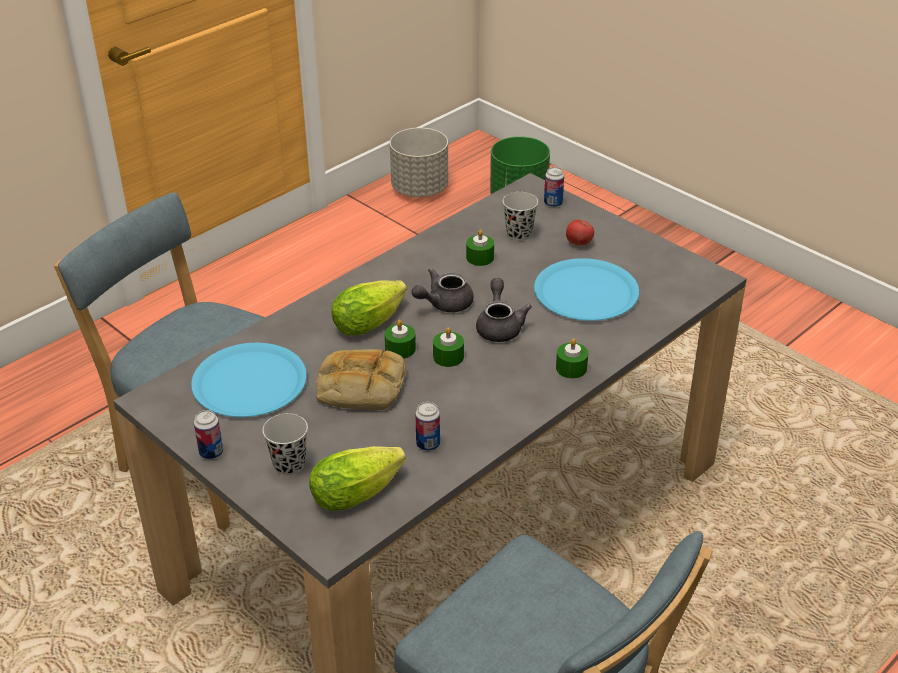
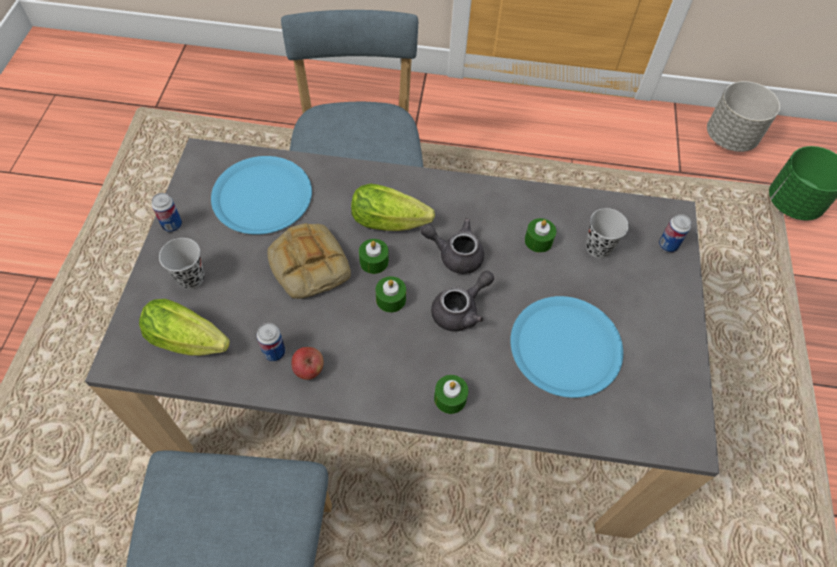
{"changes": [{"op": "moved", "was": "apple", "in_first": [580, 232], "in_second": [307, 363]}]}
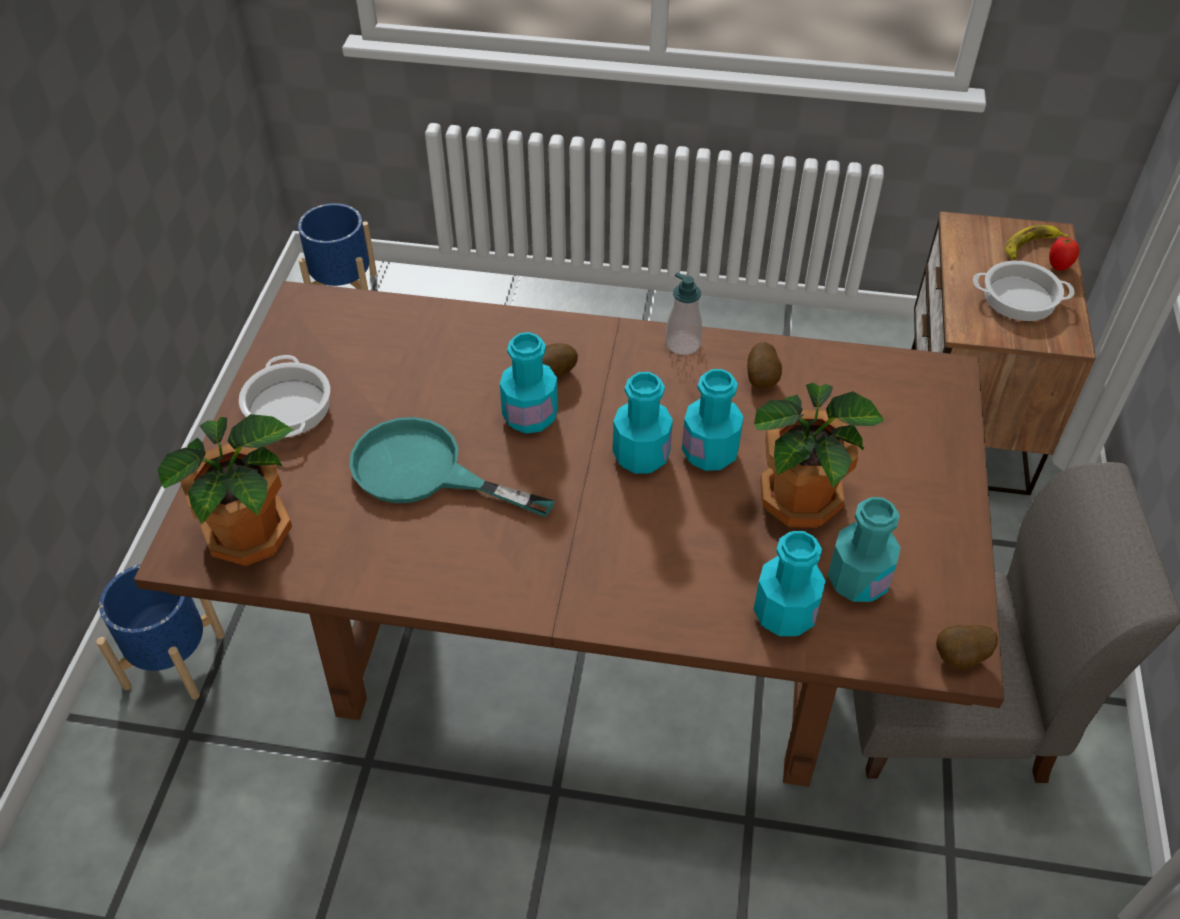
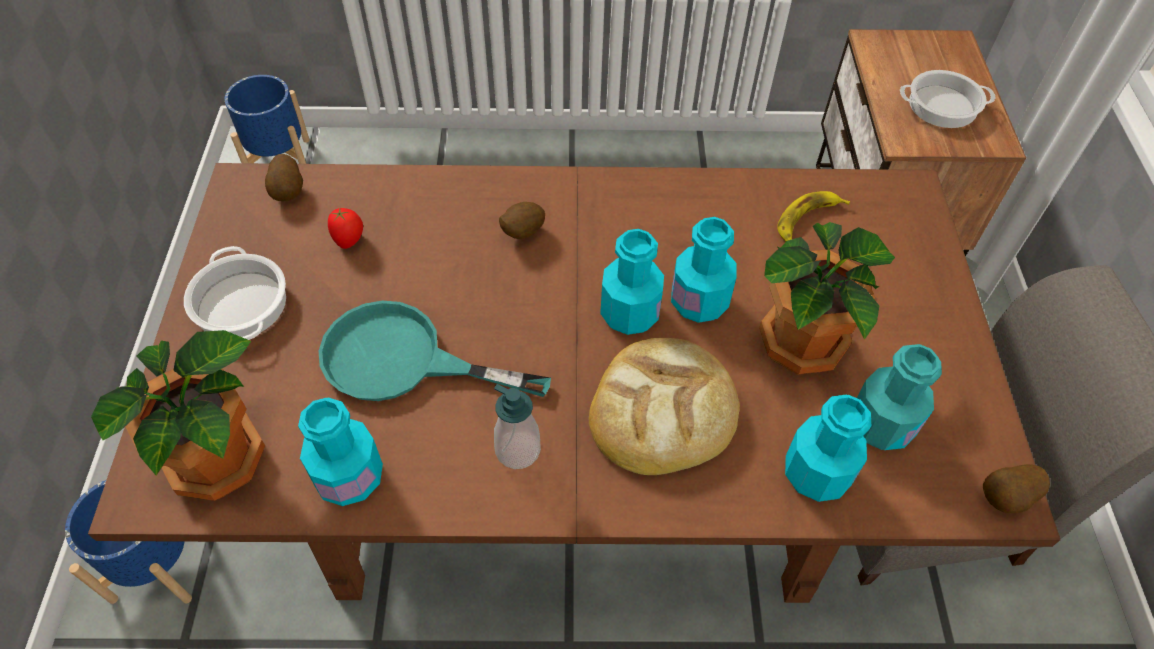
{"changes": [{"op": "moved", "was": "potato", "in_first": [764, 365], "in_second": [284, 177]}, {"op": "moved", "was": "bottle (turquoise)", "in_first": [529, 382], "in_second": [340, 452]}, {"op": "moved", "was": "tomato", "in_first": [1064, 254], "in_second": [345, 228]}, {"op": "moved", "was": "soap dispenser", "in_first": [683, 314], "in_second": [517, 426]}, {"op": "added", "now": "bread", "in_second": [664, 406]}, {"op": "moved", "was": "banana", "in_first": [1036, 242], "in_second": [813, 216]}]}
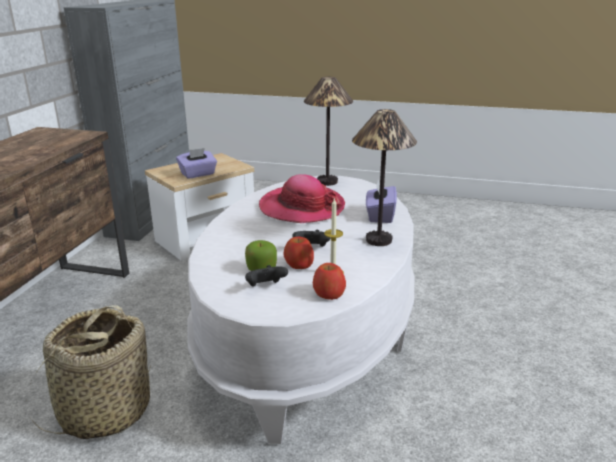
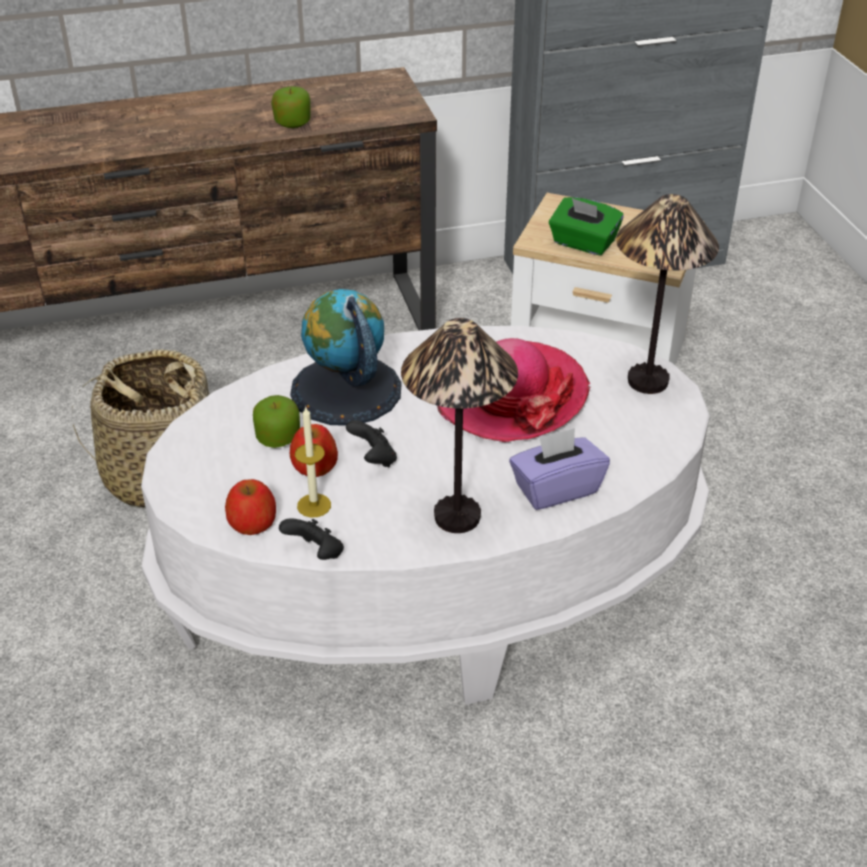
{"changes": [{"op": "added", "now": "apple", "in_second": [291, 107]}, {"op": "moved", "was": "game controller (black)", "in_first": [266, 276], "in_second": [311, 539]}, {"op": "added", "now": "globe", "in_second": [346, 357]}, {"op": "recoloured", "was": "tissue box (purple)", "now": "tissue box (green)", "in_first": [196, 163], "in_second": [586, 226]}]}
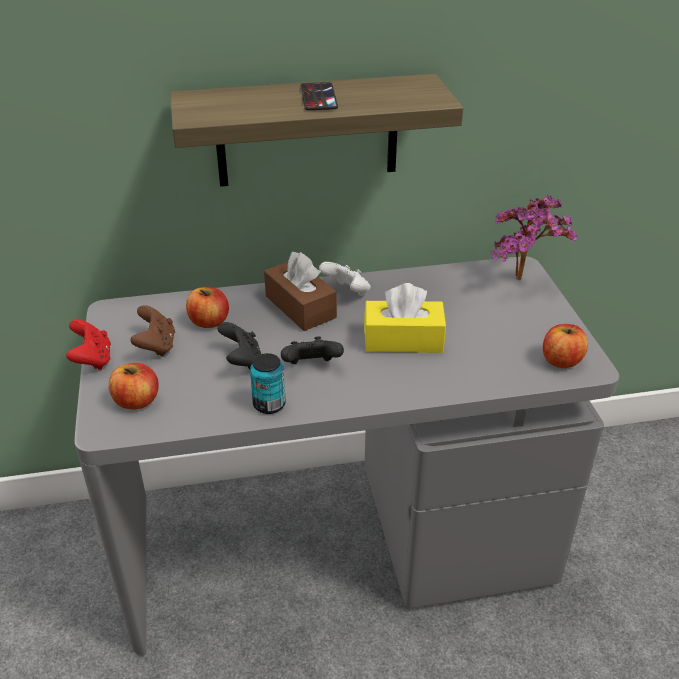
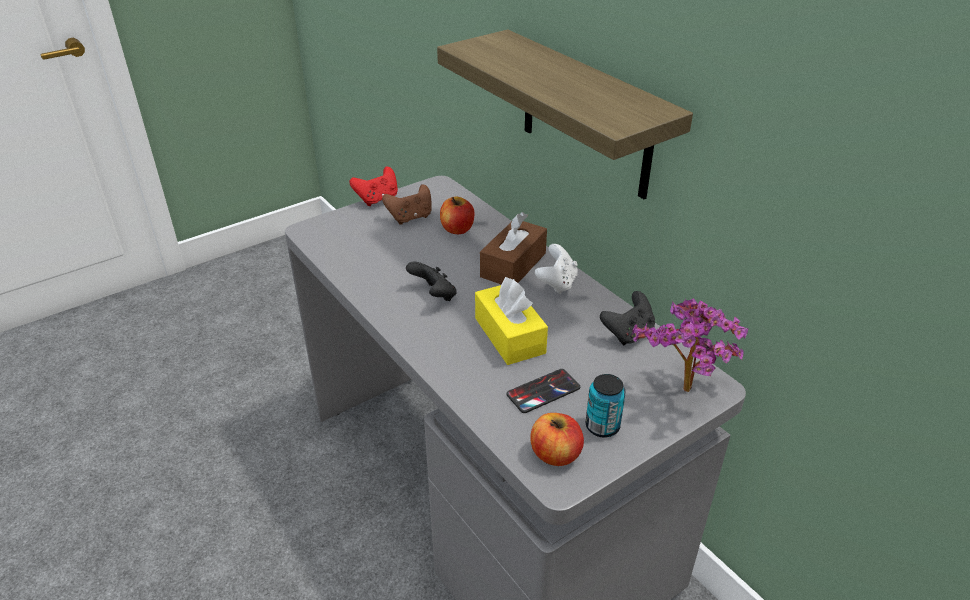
{"changes": [{"op": "moved", "was": "phone", "in_first": [319, 96], "in_second": [543, 391]}, {"op": "moved", "was": "can", "in_first": [268, 383], "in_second": [606, 406]}, {"op": "moved", "was": "game controller (black)", "in_first": [239, 346], "in_second": [627, 318]}, {"op": "removed", "was": "apple", "in_first": [134, 386]}]}
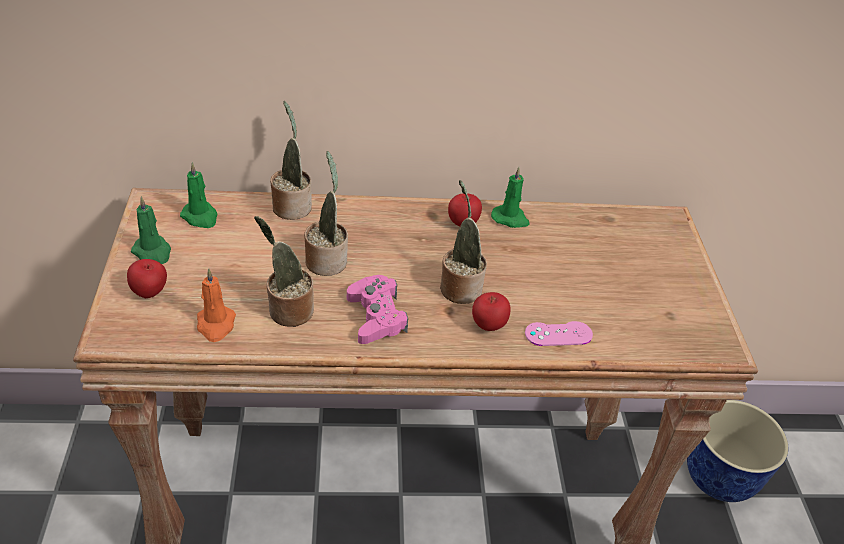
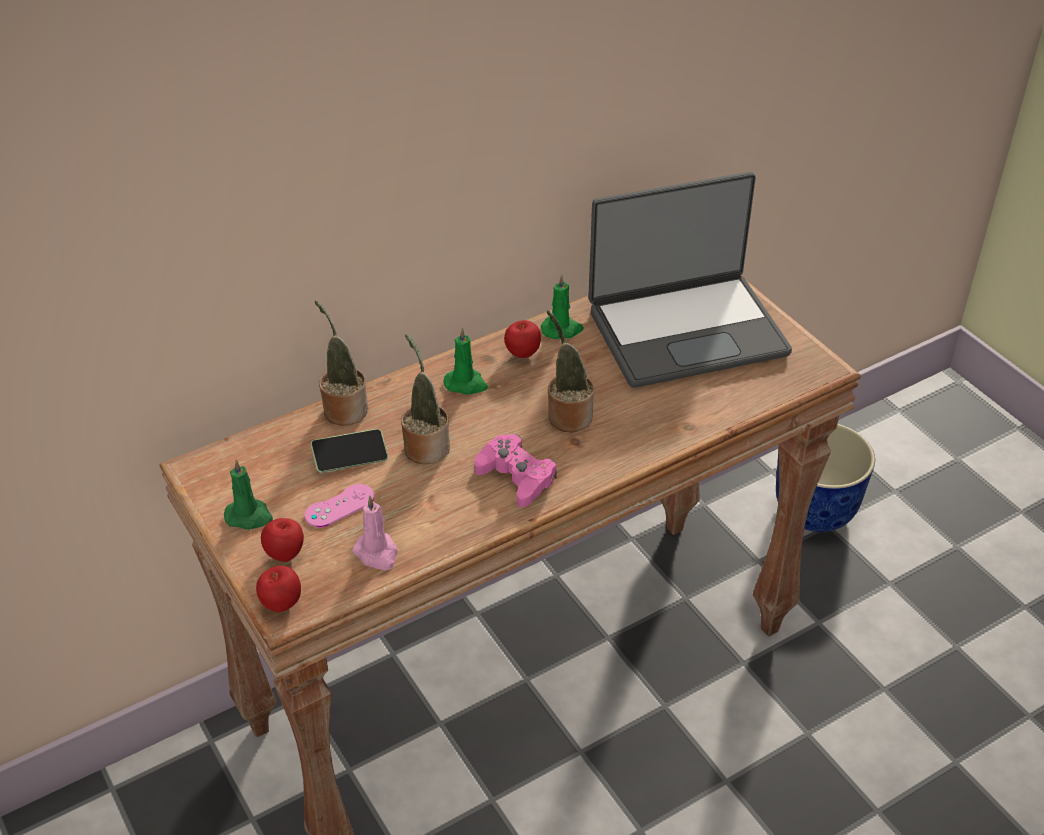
{"changes": [{"op": "moved", "was": "apple", "in_first": [491, 311], "in_second": [278, 589]}, {"op": "moved", "was": "game controller (pink)", "in_first": [559, 333], "in_second": [339, 505]}, {"op": "added", "now": "phone", "in_second": [349, 451]}, {"op": "recoloured", "was": "candle (orange)", "now": "candle (pink)", "in_first": [216, 305], "in_second": [375, 532]}, {"op": "moved", "was": "candle (green)", "in_first": [199, 195], "in_second": [466, 361]}, {"op": "added", "now": "laptop", "in_second": [690, 280]}, {"op": "removed", "was": "potted plant", "in_first": [284, 271]}]}
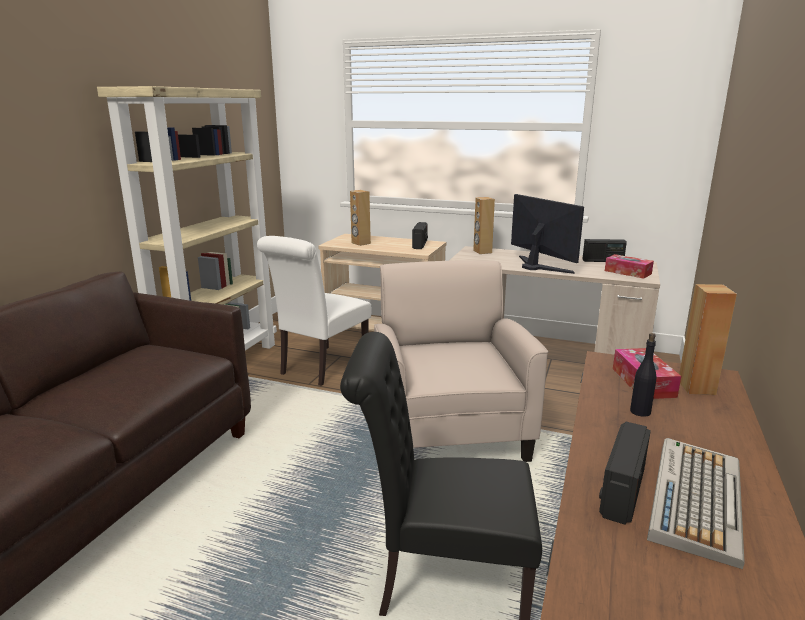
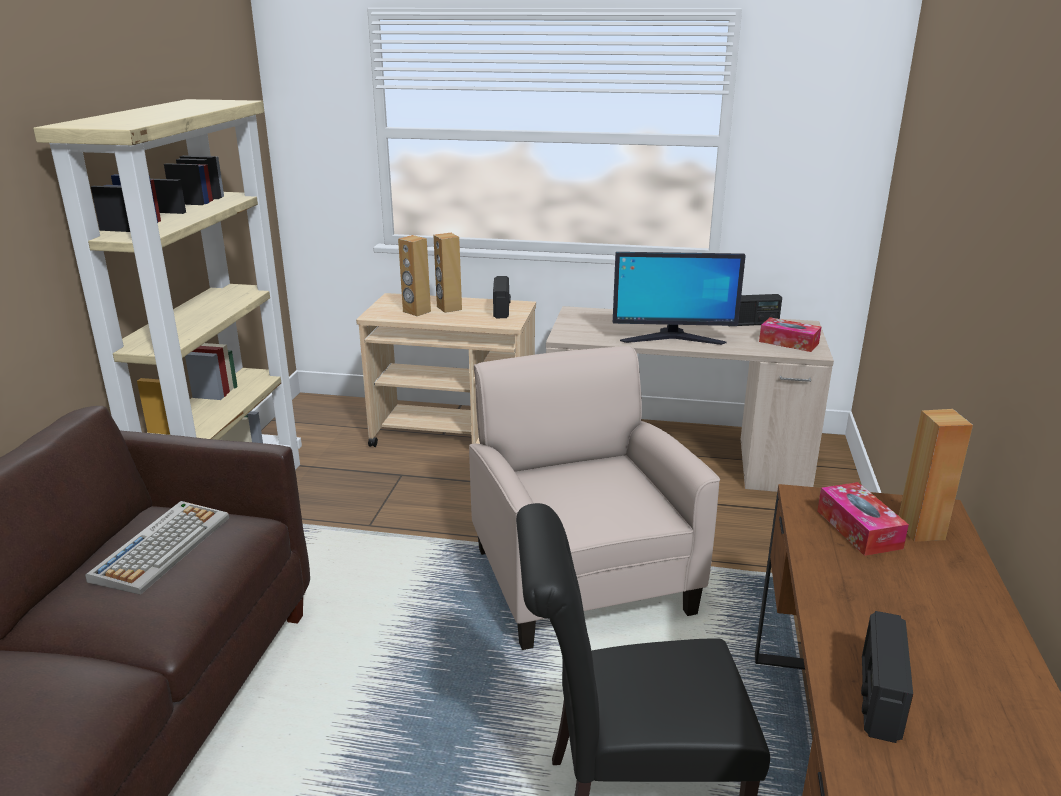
{"changes": [{"op": "moved", "was": "keyboard", "in_first": [696, 503], "in_second": [157, 548]}, {"op": "moved", "was": "speaker (brown)", "in_first": [484, 225], "in_second": [447, 273]}, {"op": "turned", "was": "monitor", "in_first": [547, 234], "in_second": [679, 298], "clockwise": 135}, {"op": "removed", "was": "chair (white)", "in_first": [314, 311]}, {"op": "removed", "was": "bottle (black)", "in_first": [643, 375]}]}
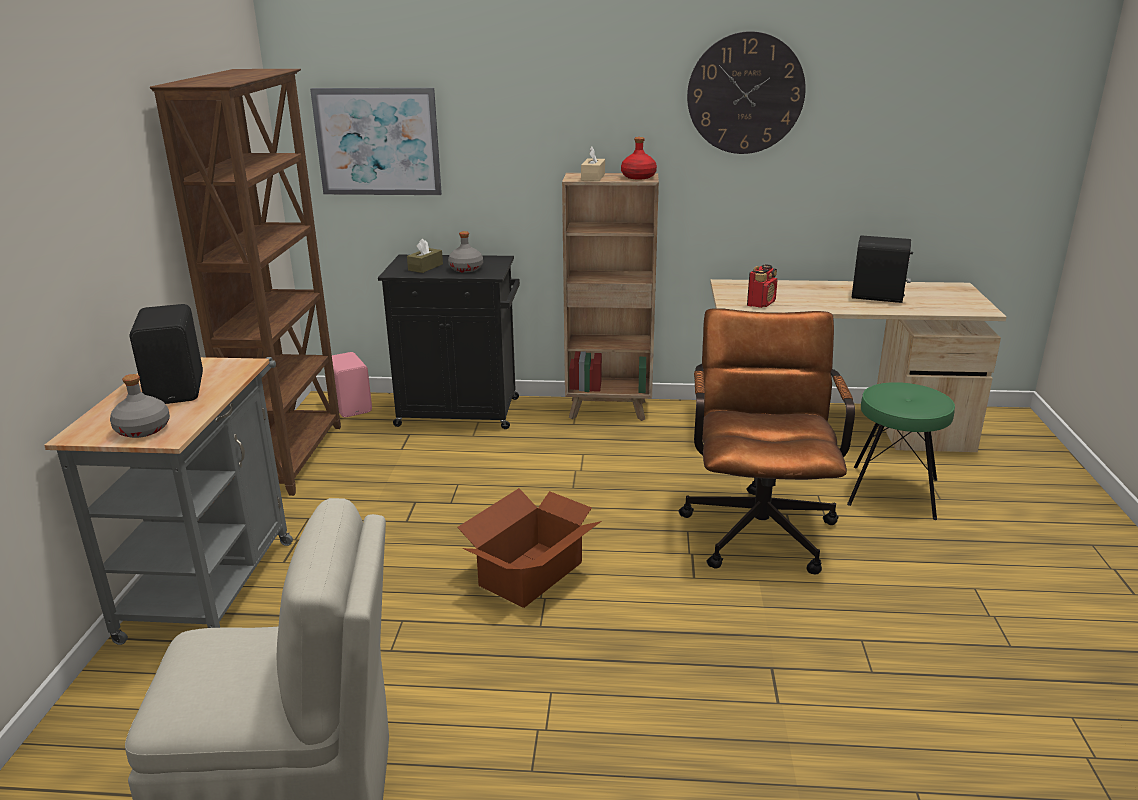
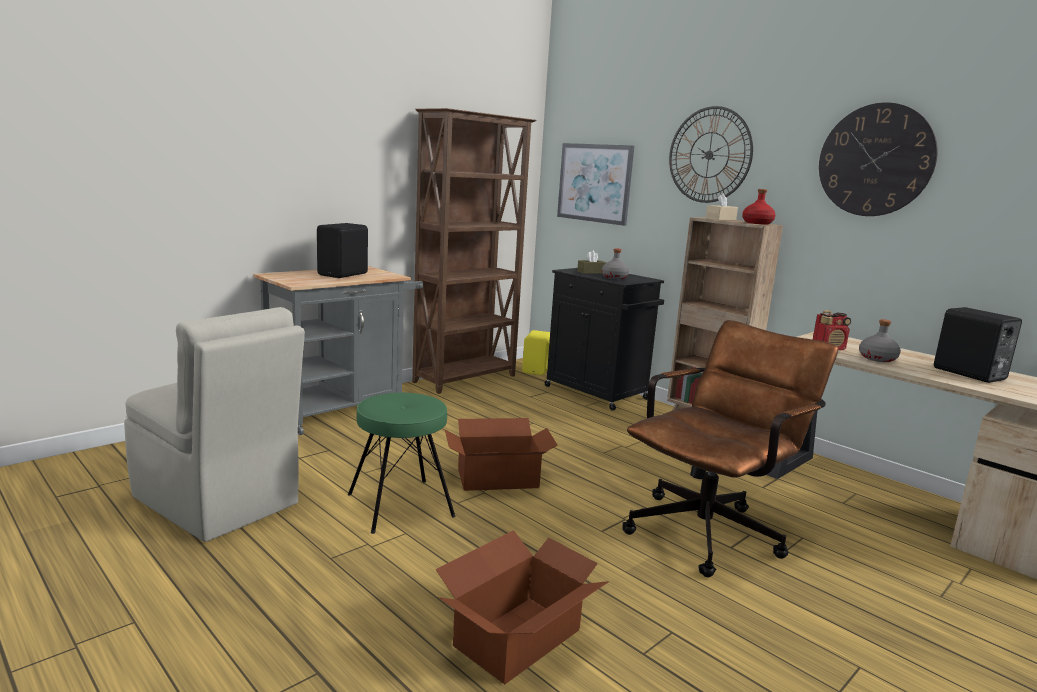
{"changes": [{"op": "moved", "was": "stool (green)", "in_first": [901, 451], "in_second": [402, 463]}, {"op": "added", "now": "cardboard box", "in_second": [522, 607]}, {"op": "recoloured", "was": "speaker (pink)", "now": "speaker (yellow)", "in_first": [352, 384], "in_second": [536, 352]}, {"op": "added", "now": "wall clock", "in_second": [711, 154]}, {"op": "moved", "was": "bottle (grey)", "in_first": [140, 406], "in_second": [880, 340]}]}
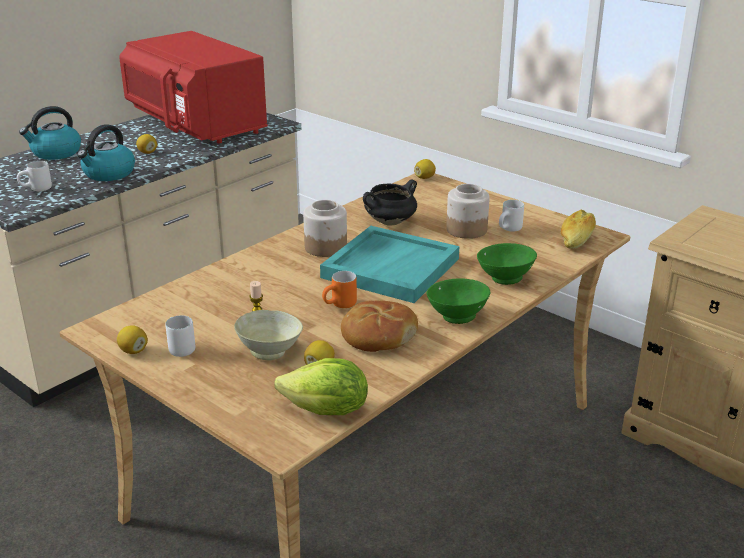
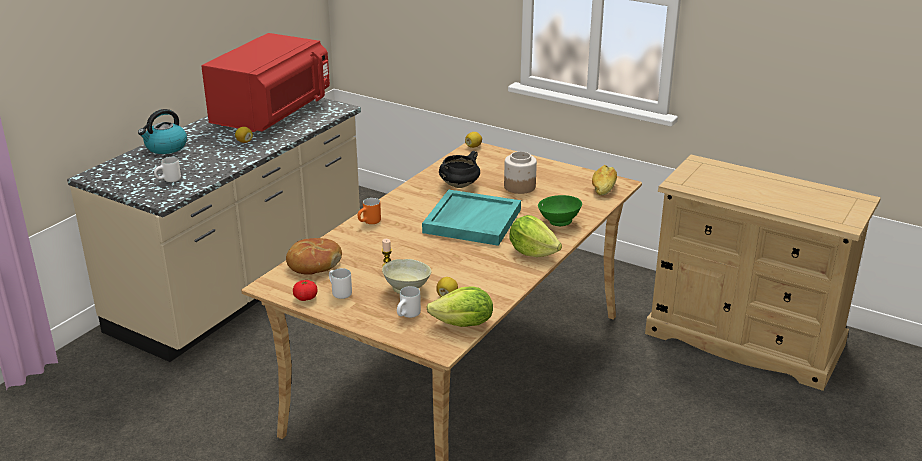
{"changes": [{"op": "turned", "was": "microwave (red)", "in_first": [193, 87], "in_second": [265, 82], "clockwise": -105}, {"op": "moved", "was": "bread", "in_first": [379, 326], "in_second": [314, 256]}, {"op": "replaced", "was": "lemon", "now": "tomato", "in_first": [132, 339], "in_second": [305, 290]}, {"op": "moved", "was": "mug (orange)", "in_first": [339, 289], "in_second": [369, 211]}, {"op": "moved", "was": "mug (white)", "in_first": [511, 215], "in_second": [409, 302]}, {"op": "replaced", "was": "bowl (green)", "now": "lettuce", "in_first": [458, 301], "in_second": [536, 236]}, {"op": "removed", "was": "kettle", "in_first": [106, 152]}, {"op": "removed", "was": "jar", "in_first": [325, 228]}]}
